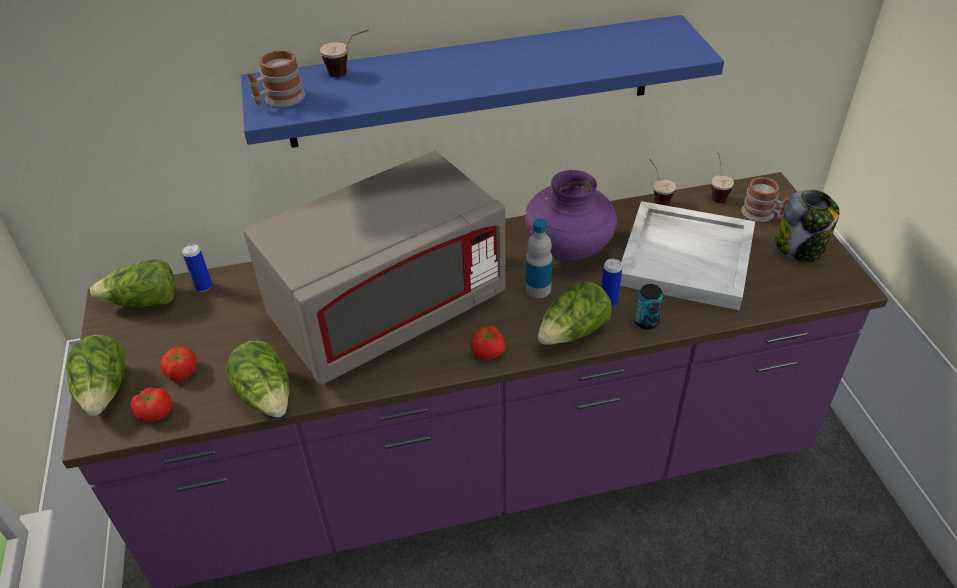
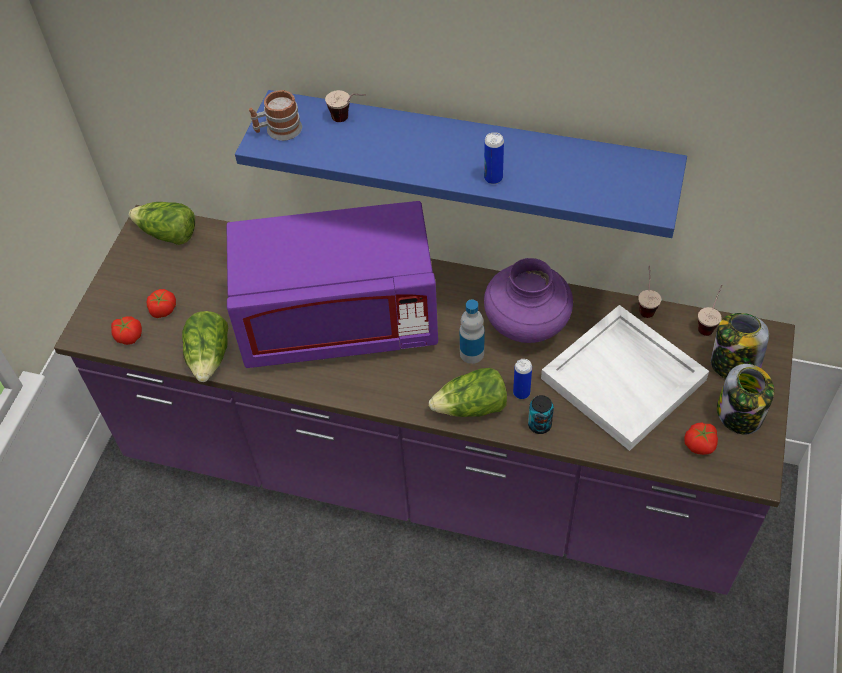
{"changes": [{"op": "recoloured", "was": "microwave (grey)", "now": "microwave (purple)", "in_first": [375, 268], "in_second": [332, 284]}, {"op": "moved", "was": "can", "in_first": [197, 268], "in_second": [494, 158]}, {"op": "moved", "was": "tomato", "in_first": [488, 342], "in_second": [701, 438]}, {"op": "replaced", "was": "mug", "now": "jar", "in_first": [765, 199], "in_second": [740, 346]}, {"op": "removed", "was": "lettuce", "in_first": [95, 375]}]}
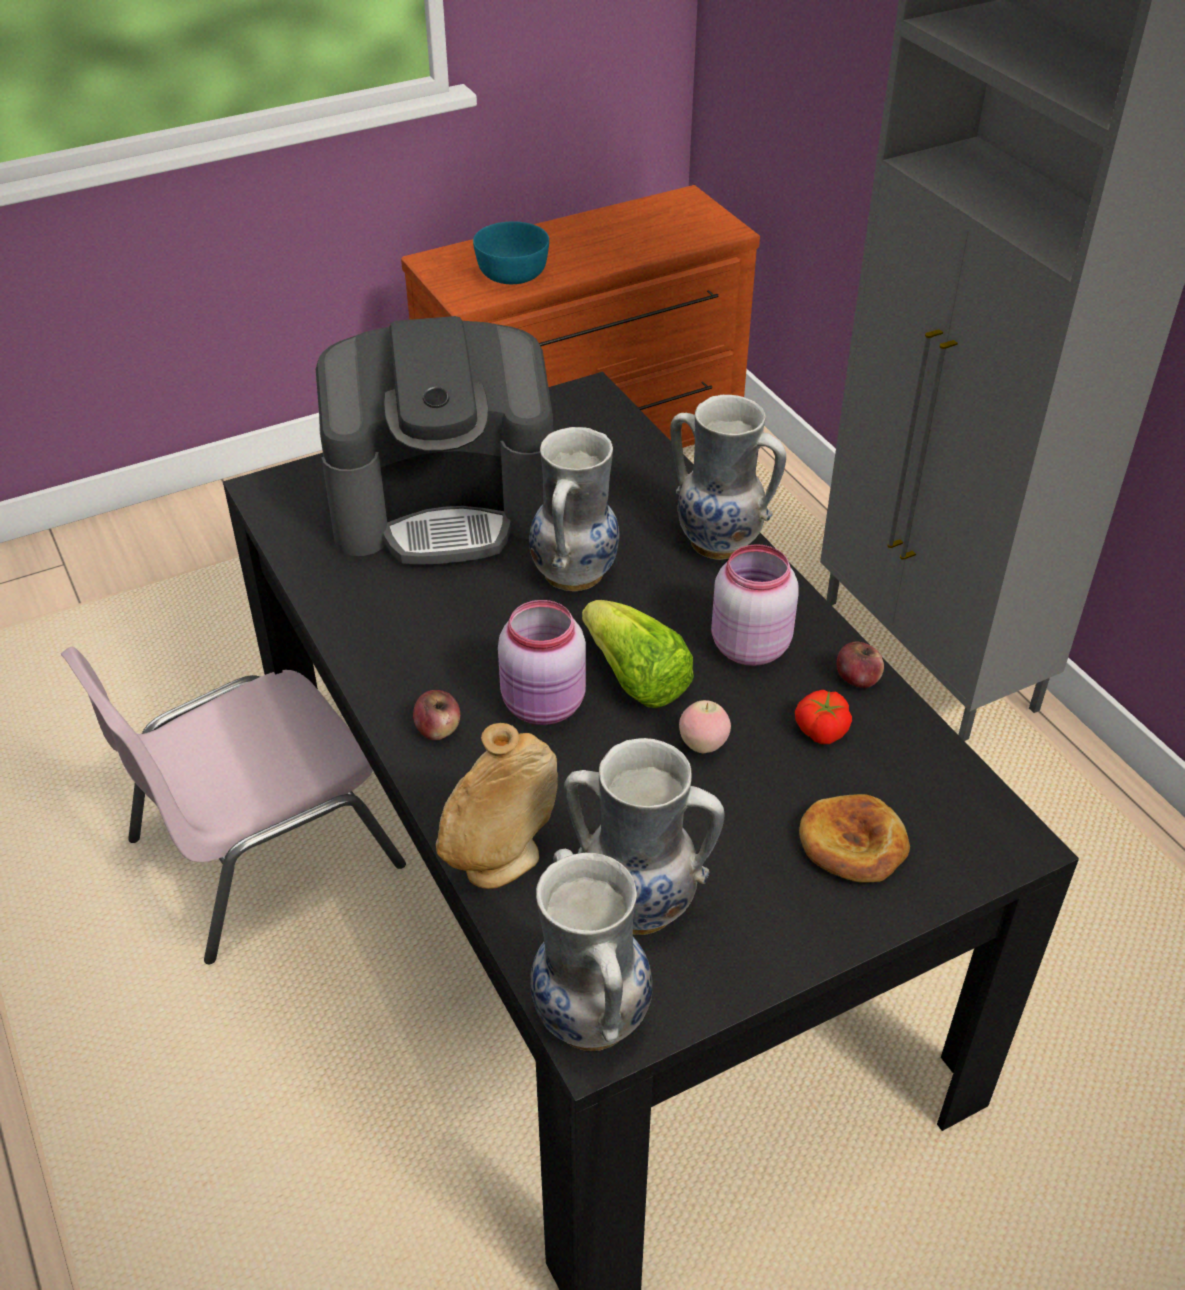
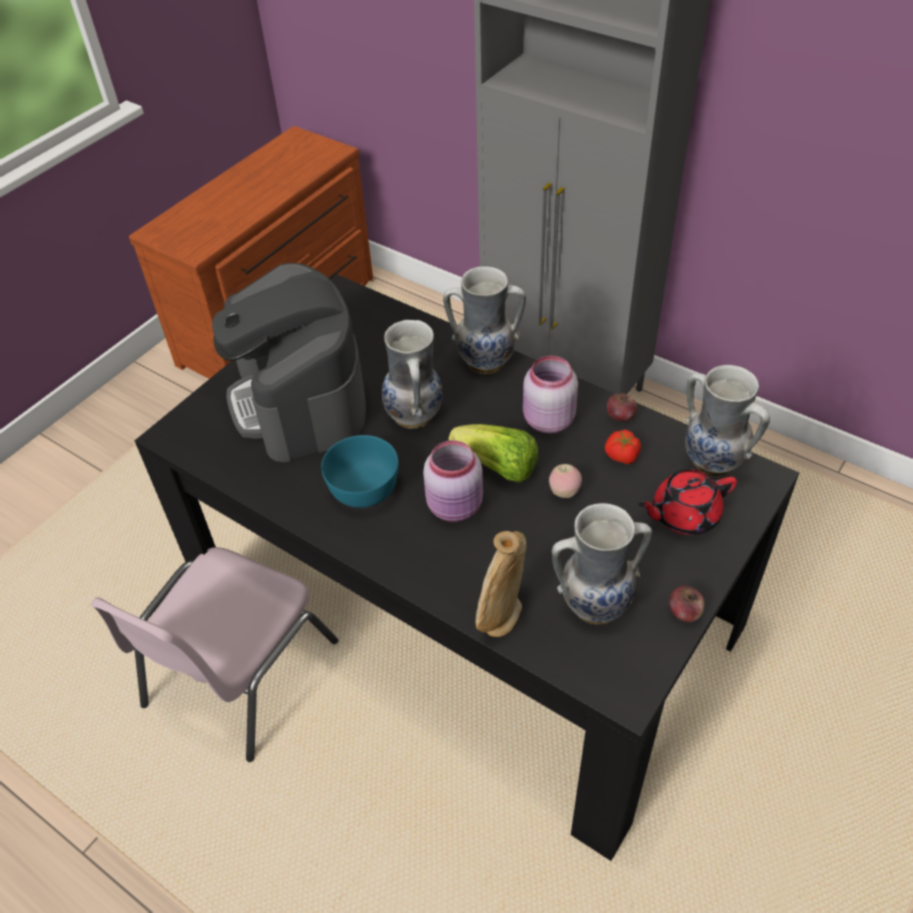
{"changes": [{"op": "turned", "was": "coffee machine", "in_first": [434, 440], "in_second": [289, 362], "clockwise": 105}, {"op": "moved", "was": "bowl (turquoise)", "in_first": [511, 252], "in_second": [359, 471]}, {"op": "replaced", "was": "bread", "now": "teapot (red)", "in_first": [854, 838], "in_second": [687, 502]}, {"op": "moved", "was": "apple", "in_first": [436, 715], "in_second": [687, 603]}, {"op": "moved", "was": "vase", "in_first": [591, 950], "in_second": [727, 420]}]}
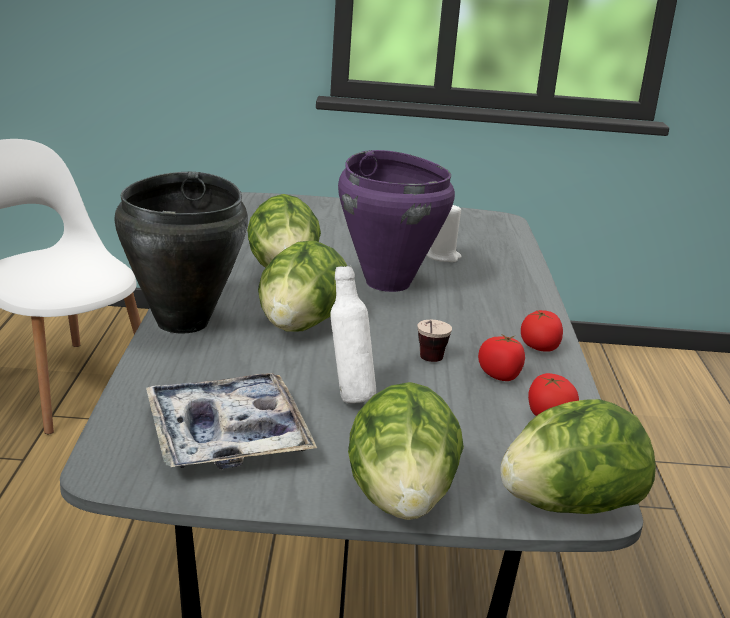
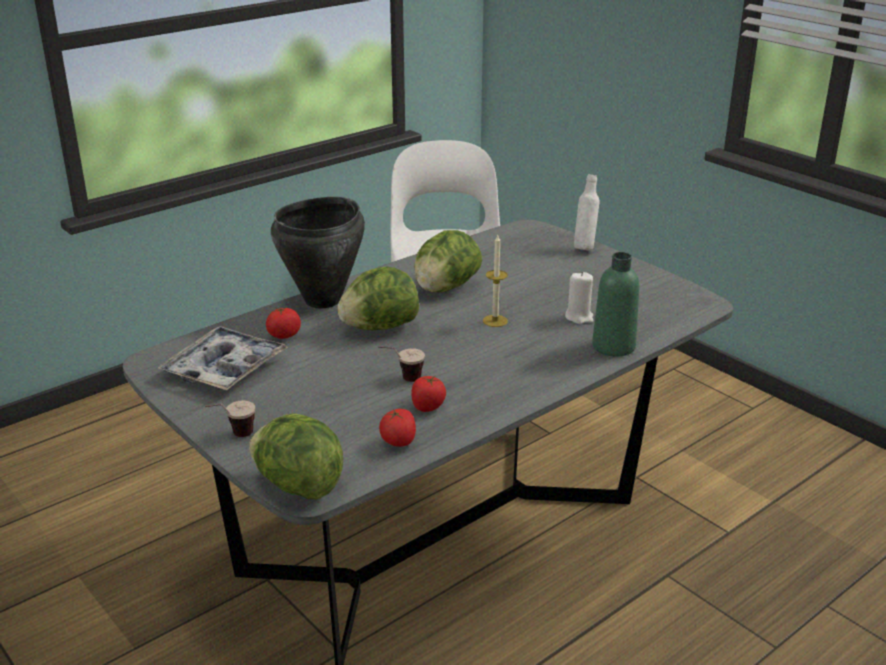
{"changes": [{"op": "replaced", "was": "lettuce", "now": "cup", "in_first": [406, 451], "in_second": [230, 418]}, {"op": "moved", "was": "tomato", "in_first": [542, 331], "in_second": [283, 323]}, {"op": "replaced", "was": "cooking pot (purple)", "now": "candle", "in_first": [396, 221], "in_second": [495, 281]}, {"op": "moved", "was": "bottle (white)", "in_first": [353, 334], "in_second": [587, 212]}, {"op": "added", "now": "bottle (green)", "in_second": [616, 304]}]}
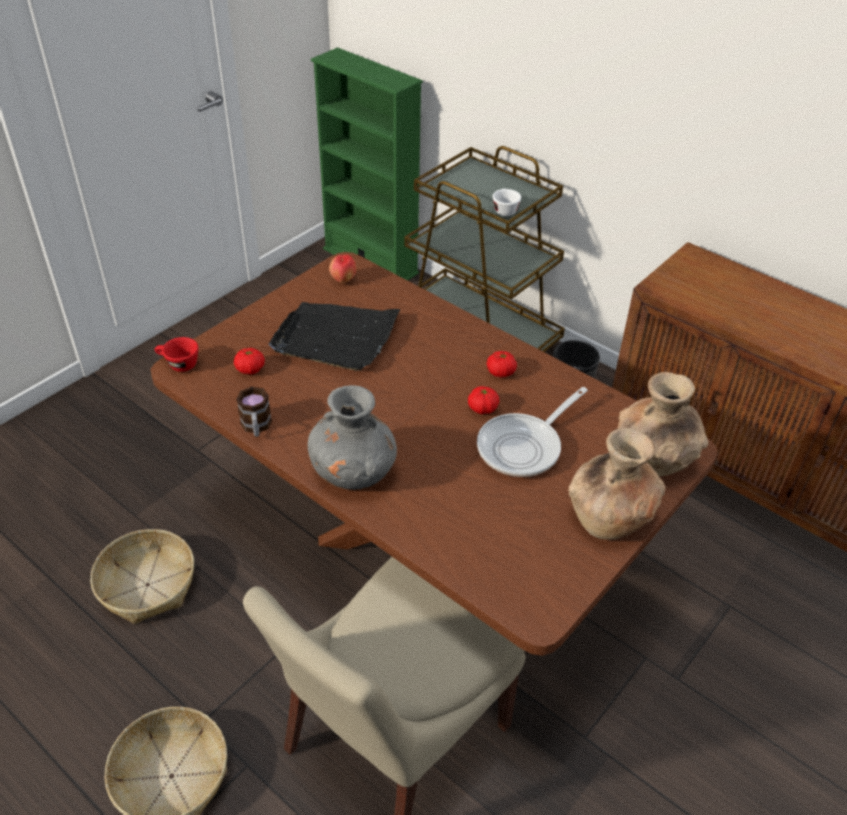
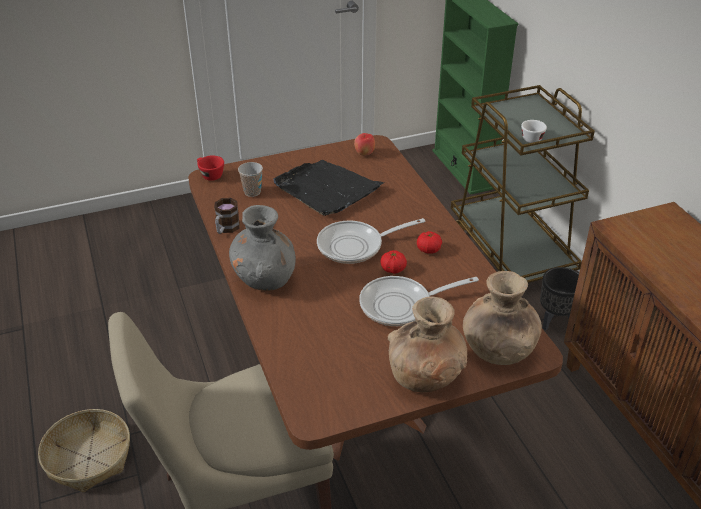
{"changes": [{"op": "replaced", "was": "tomato", "now": "cup", "in_first": [249, 361], "in_second": [250, 179]}, {"op": "added", "now": "frying pan", "in_second": [371, 241]}, {"op": "removed", "was": "basket", "in_first": [142, 576]}]}
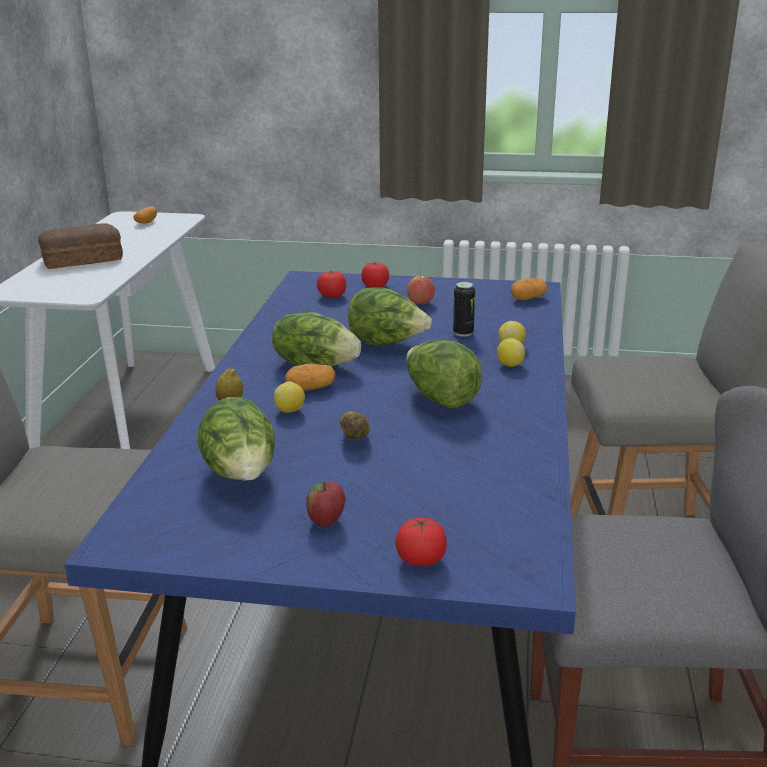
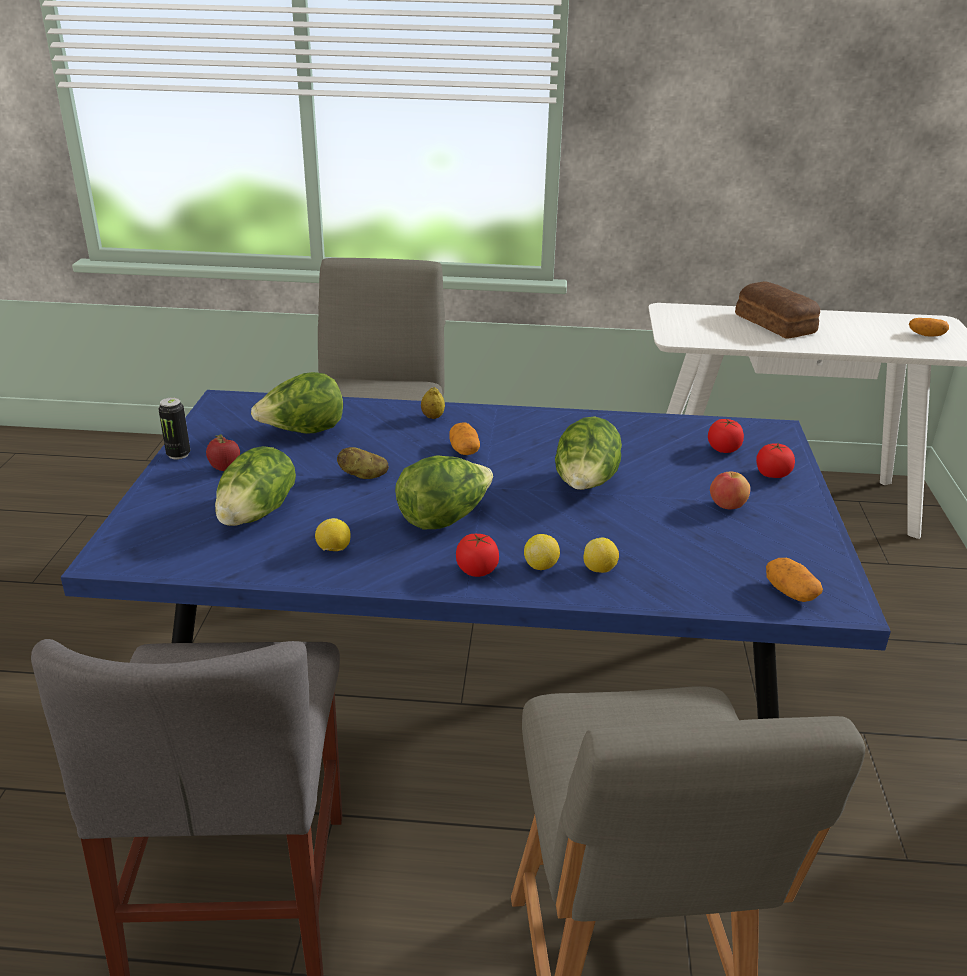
{"changes": [{"op": "moved", "was": "can", "in_first": [464, 309], "in_second": [174, 429]}, {"op": "moved", "was": "lettuce", "in_first": [316, 339], "in_second": [255, 486]}, {"op": "moved", "was": "lemon", "in_first": [289, 397], "in_second": [332, 534]}, {"op": "moved", "was": "tomato", "in_first": [421, 541], "in_second": [477, 555]}]}
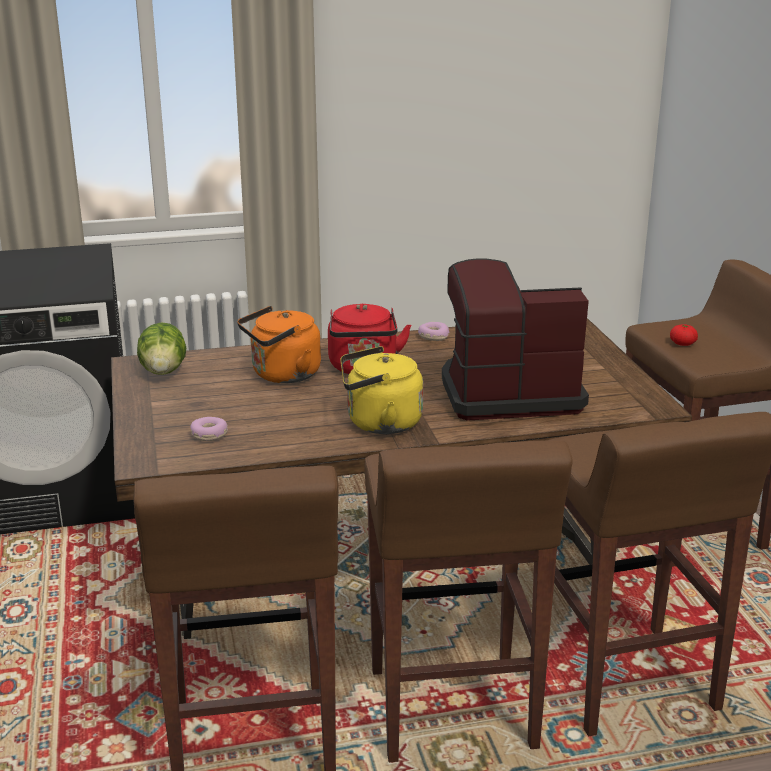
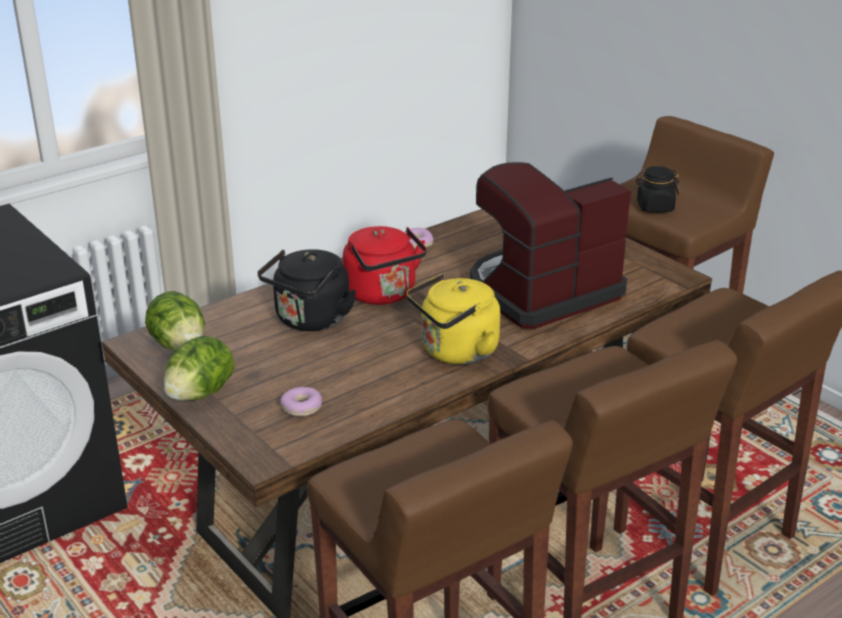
{"changes": [{"op": "added", "now": "lettuce", "in_second": [199, 368]}, {"op": "recoloured", "was": "kettle (orange)", "now": "kettle (black)", "in_first": [279, 344], "in_second": [307, 290]}, {"op": "replaced", "was": "tomato", "now": "jar (black)", "in_first": [684, 335], "in_second": [657, 189]}]}
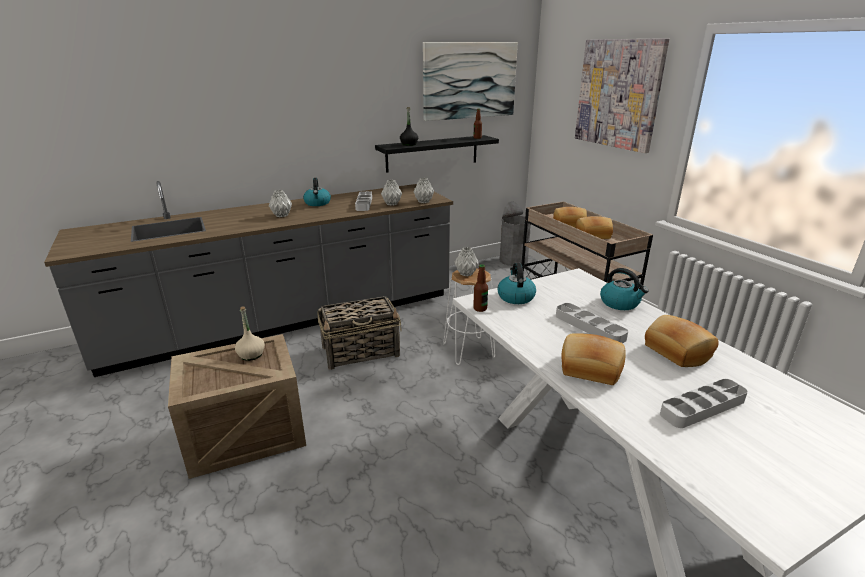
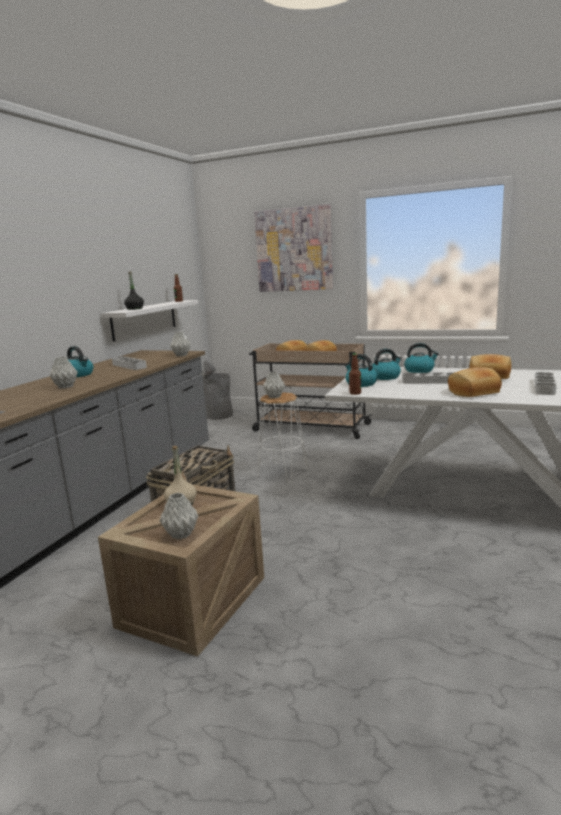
{"changes": [{"op": "recoloured", "was": "shelf (black)", "now": "shelf (white)", "in_first": [437, 154], "in_second": [150, 321]}, {"op": "moved", "was": "vase (grey)", "in_first": [391, 193], "in_second": [179, 516]}, {"op": "added", "now": "kettle", "in_second": [387, 364]}, {"op": "removed", "was": "picture", "in_first": [470, 81]}]}
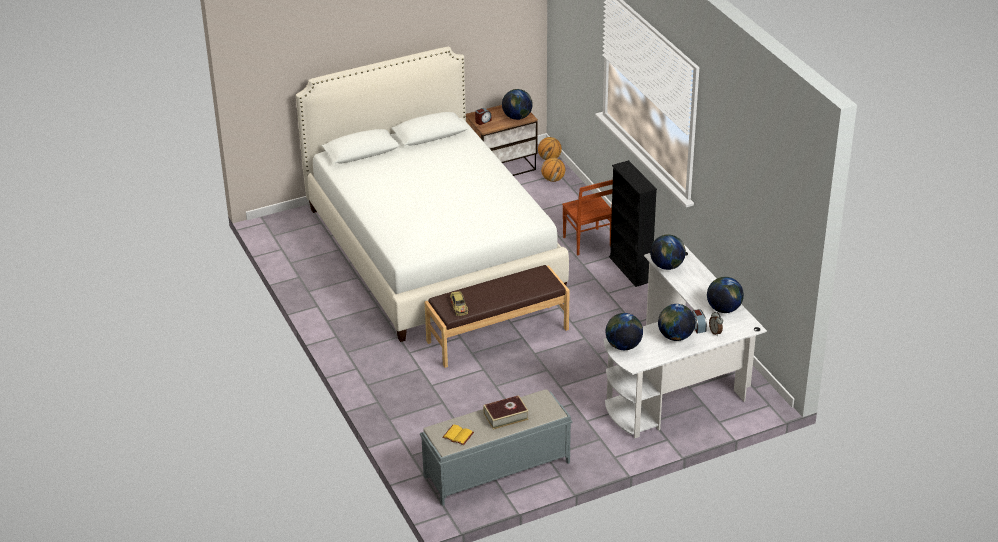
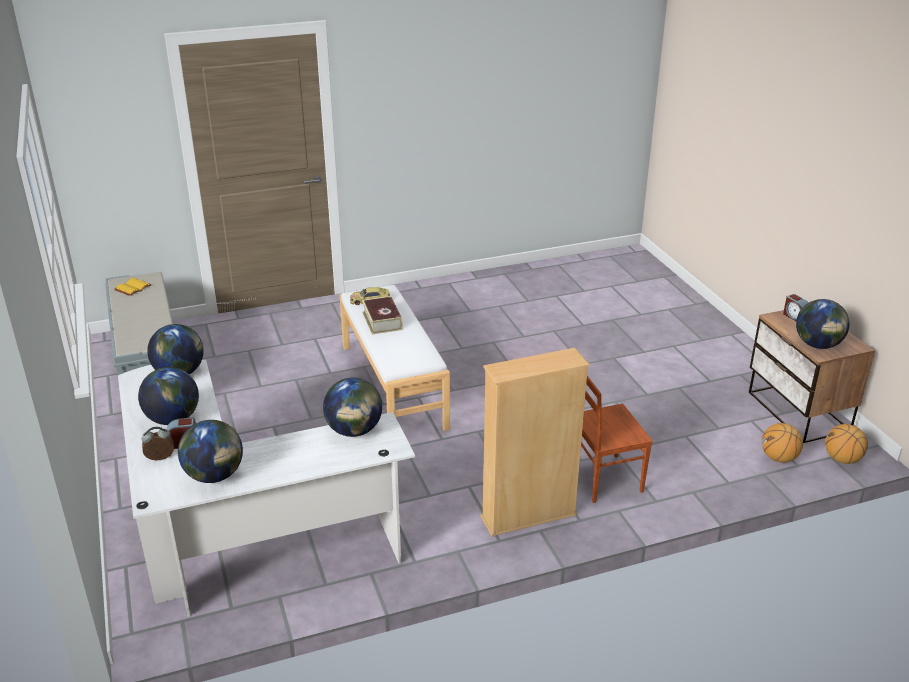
{"changes": [{"op": "recoloured", "was": "bench (brown)", "now": "bench (white)", "in_first": [497, 316], "in_second": [395, 358]}, {"op": "moved", "was": "book", "in_first": [506, 412], "in_second": [382, 315]}, {"op": "recoloured", "was": "bookcase (black)", "now": "bookcase (beige)", "in_first": [633, 223], "in_second": [535, 442]}, {"op": "removed", "was": "bed (white)", "in_first": [432, 194]}]}
